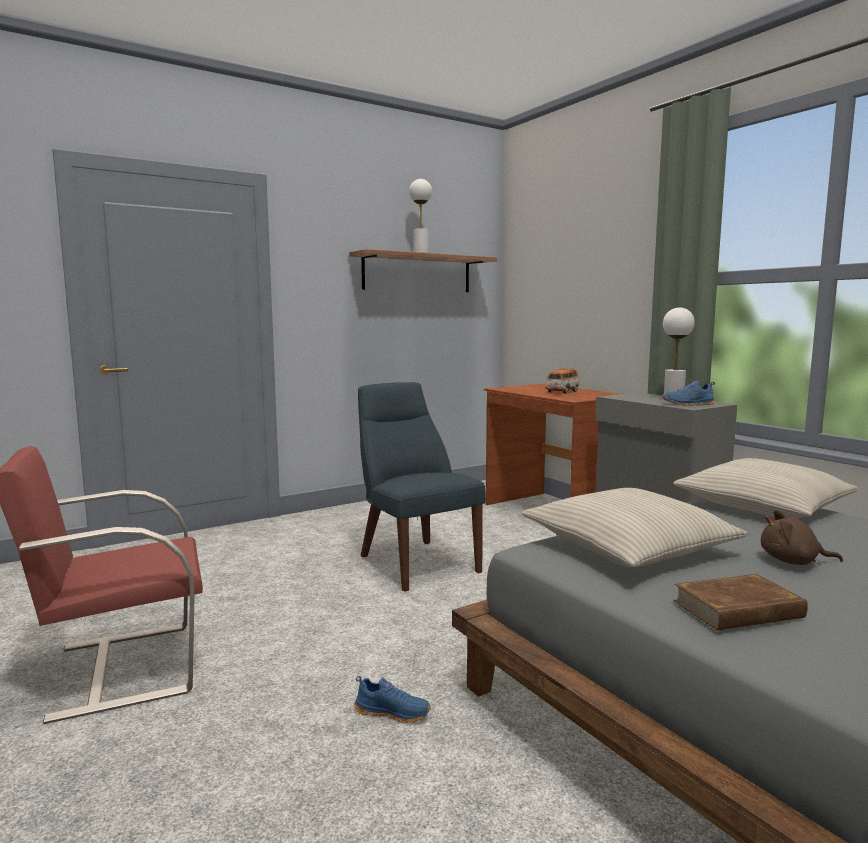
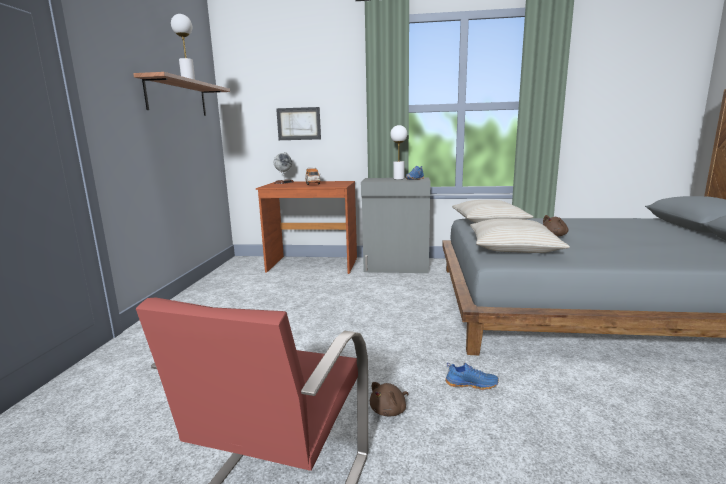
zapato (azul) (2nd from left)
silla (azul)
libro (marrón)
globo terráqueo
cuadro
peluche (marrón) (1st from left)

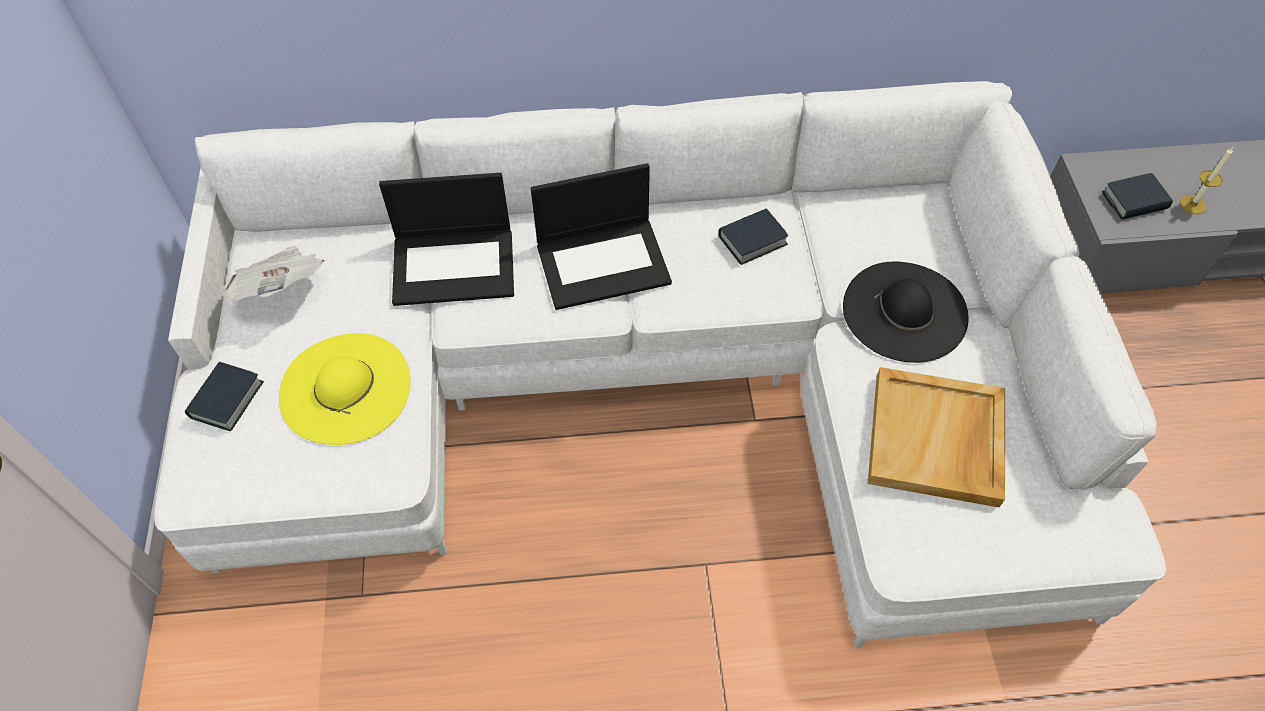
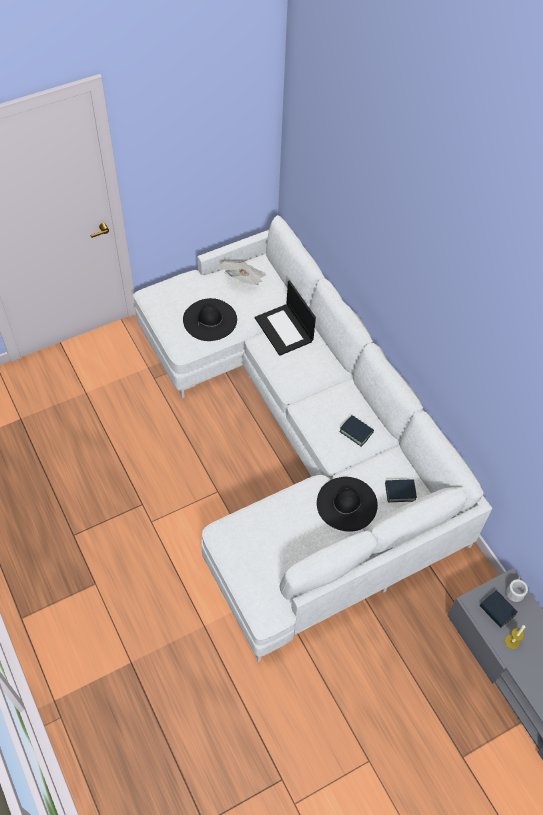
libro (2nd from left)
sombrero (negro) (1st from left)
portátil (2nd from left in the first image)
bandeja (beis)
taza grande (blanco)

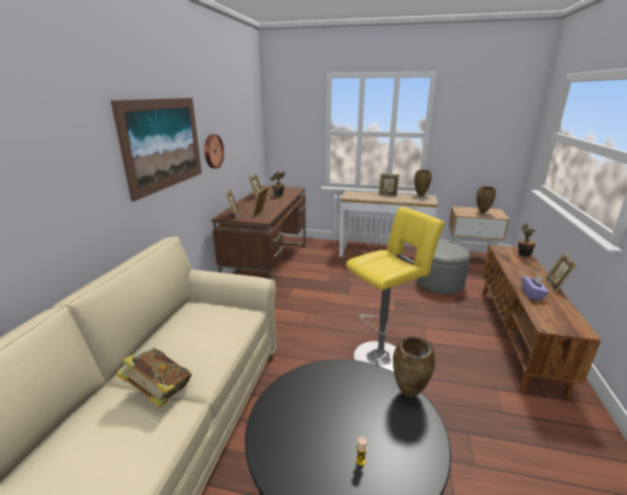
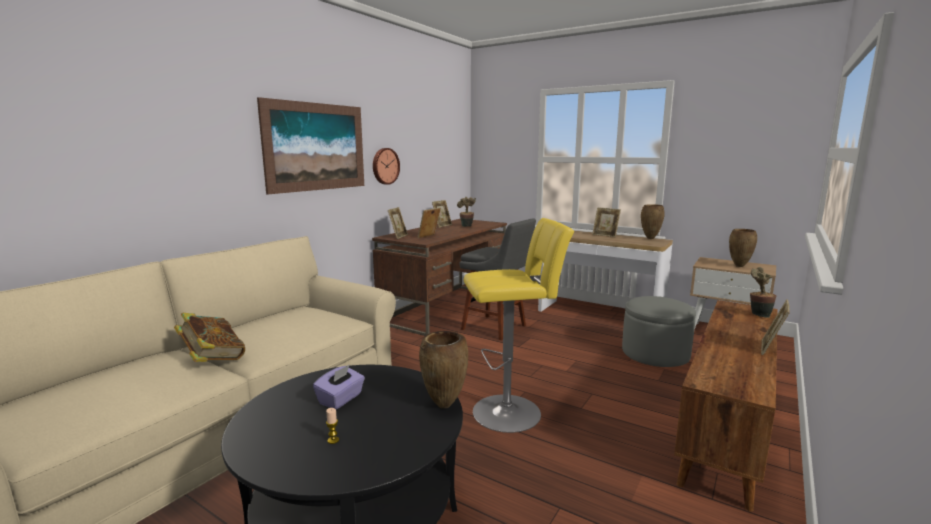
caja de pañuelos (morado)
taburete (gris)

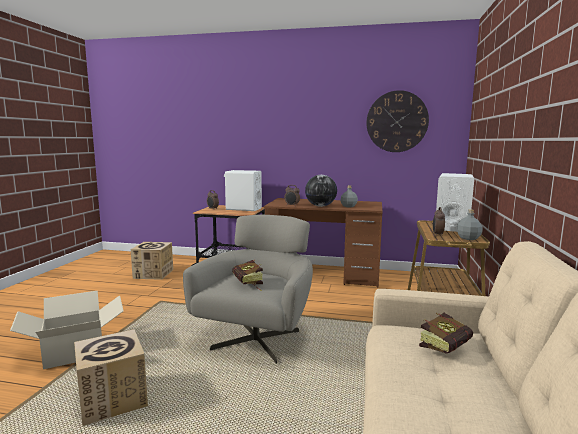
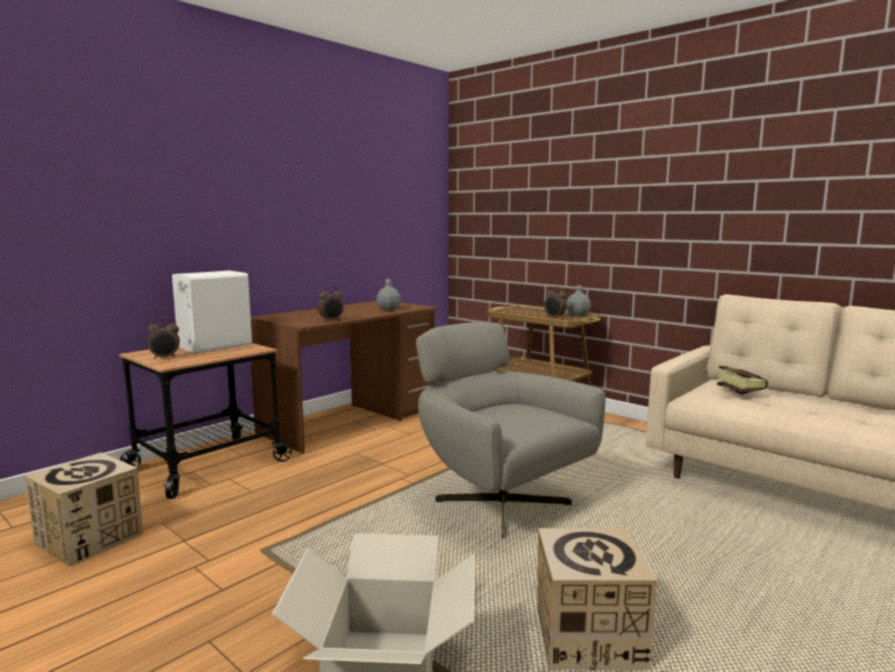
libro (1st from left in the first image)
globo terráqueo
reloj de pared
altavoz (blanco) (2nd from left in the first image)

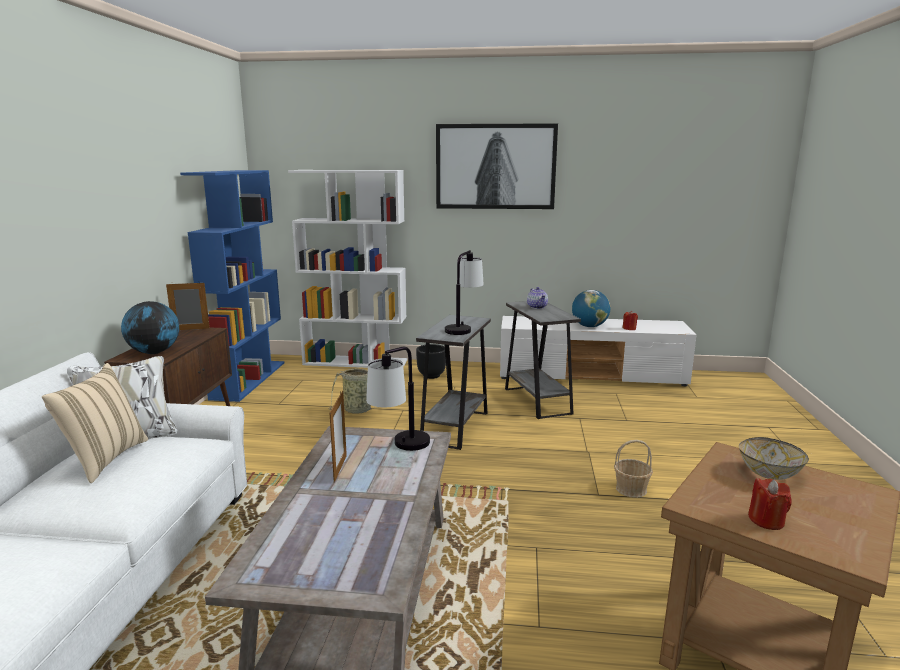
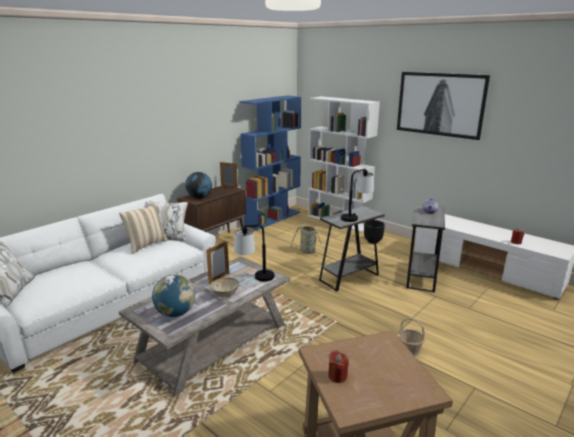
globo terráqueo (1st from left)
cuenco

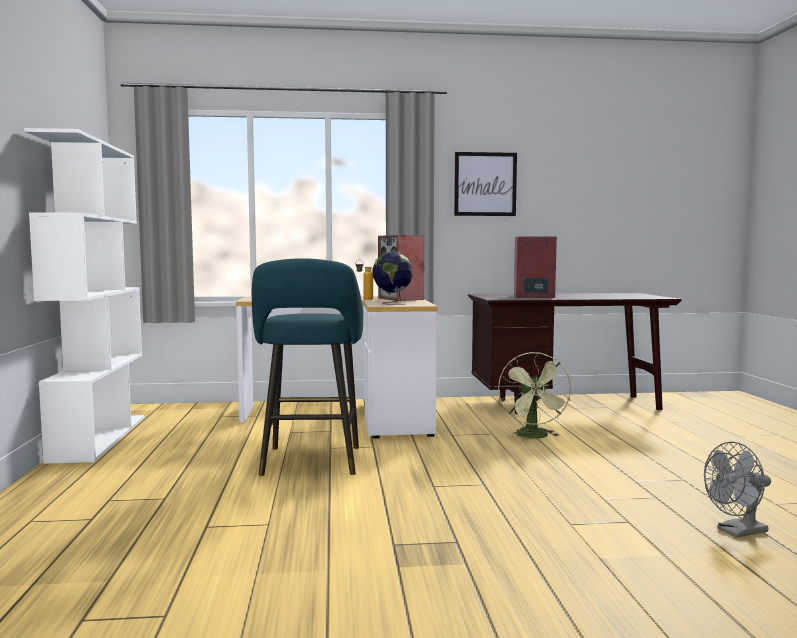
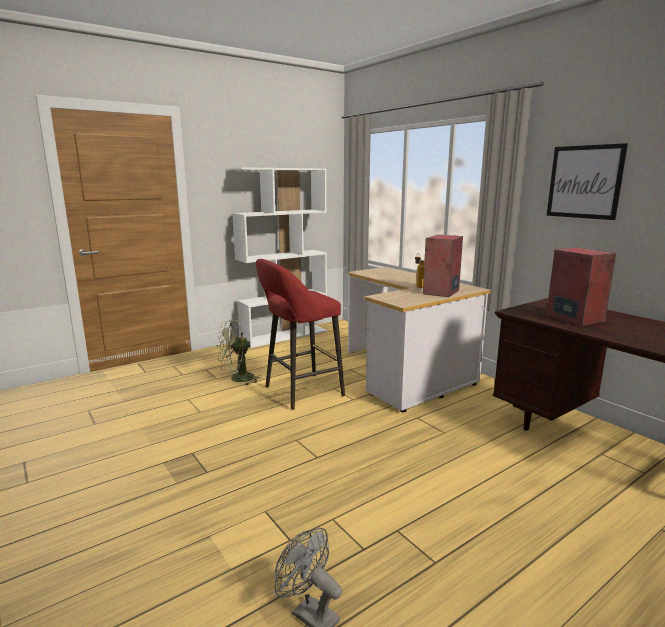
taburete (rojo)
globo terráqueo
ventilador (verde)

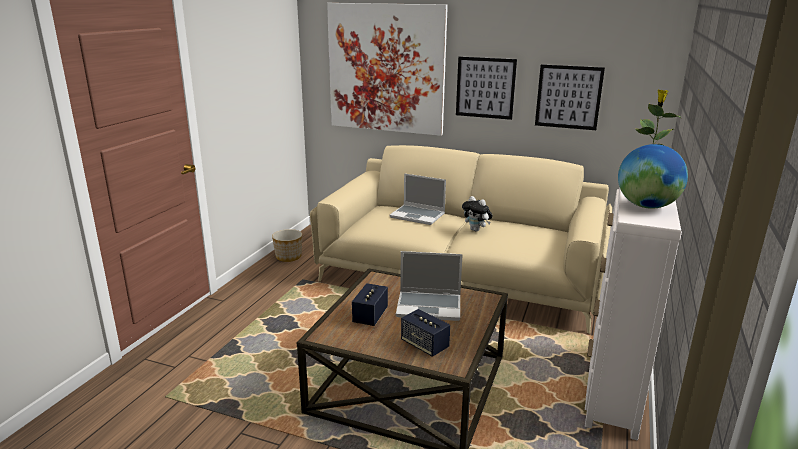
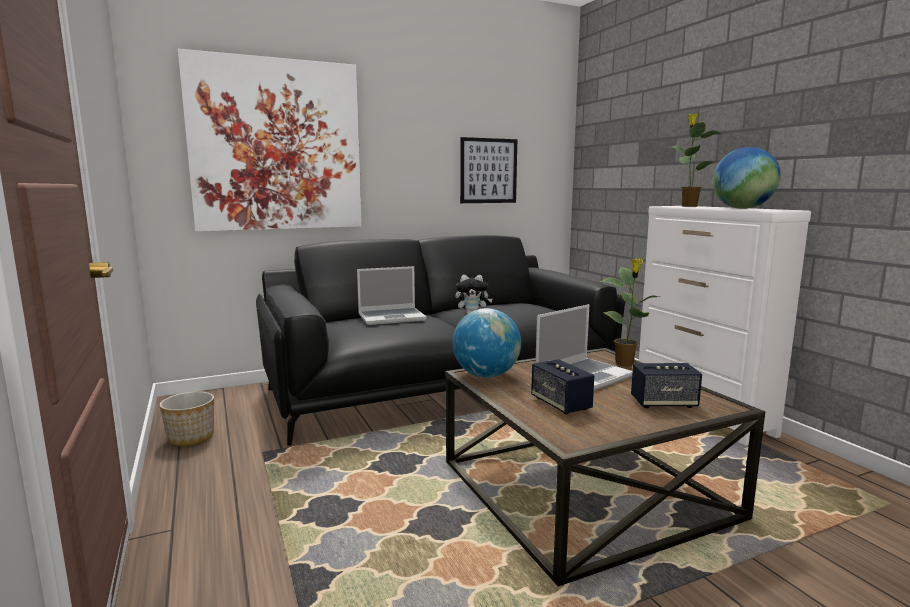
sofá (negro)
cuadro (2nd from left in the first image)
globo terráqueo (1st from left)
planta en maceta (1st from left)

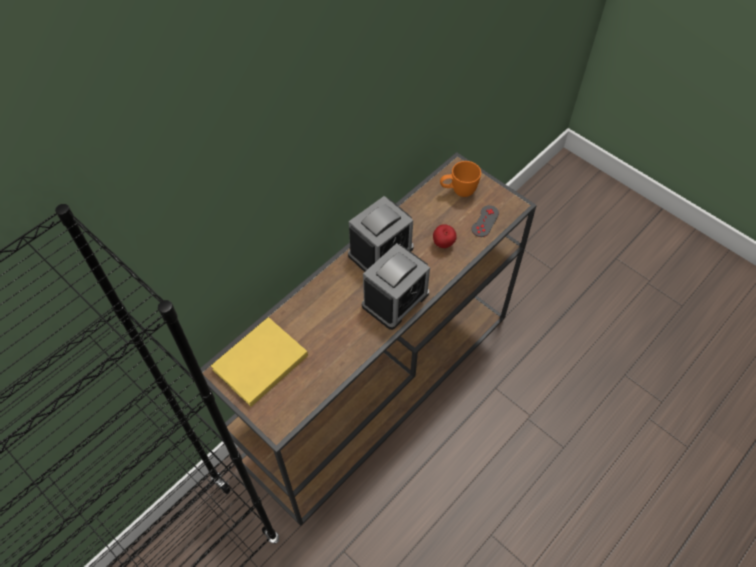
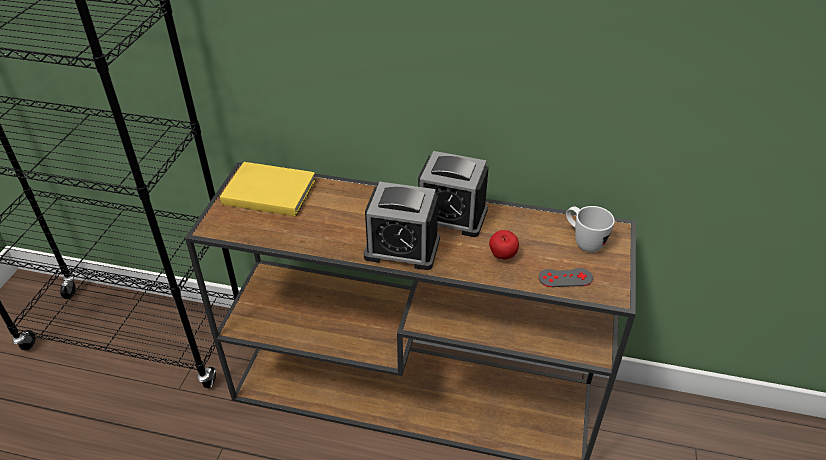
taza grande (blanco)

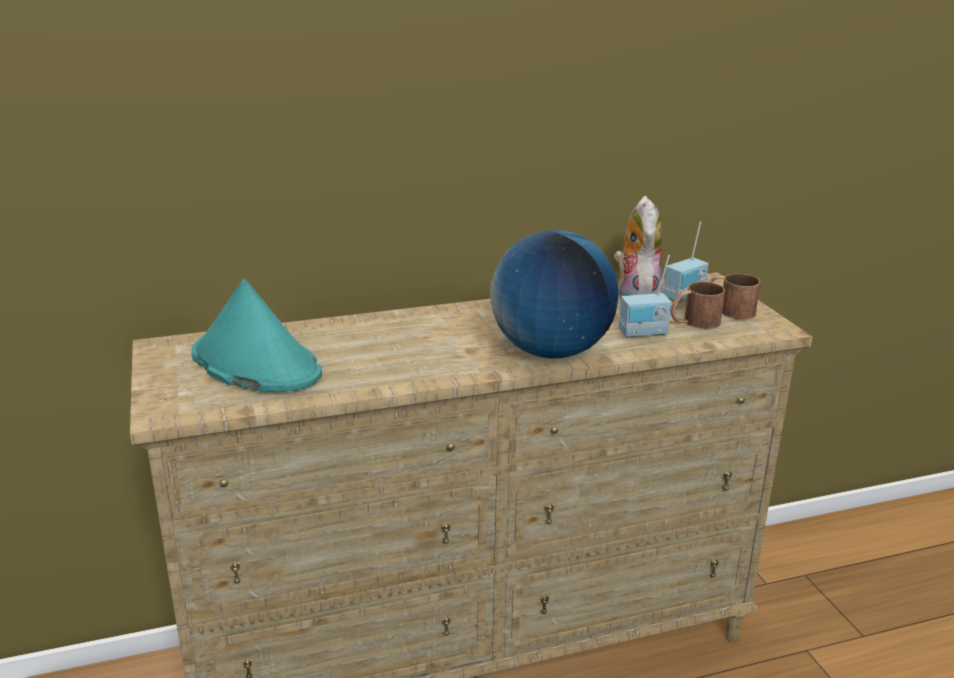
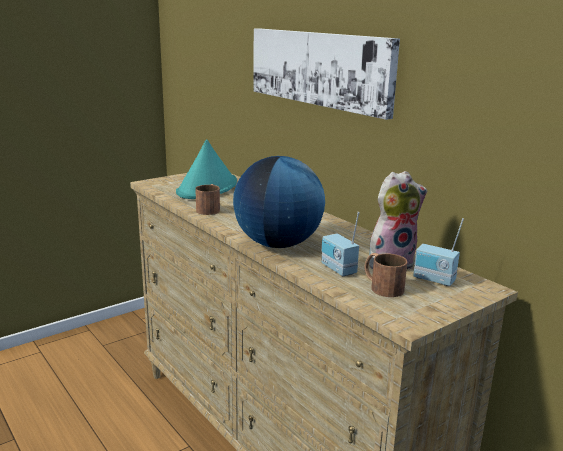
taza grande (marrón) (1st from left)
cuadro

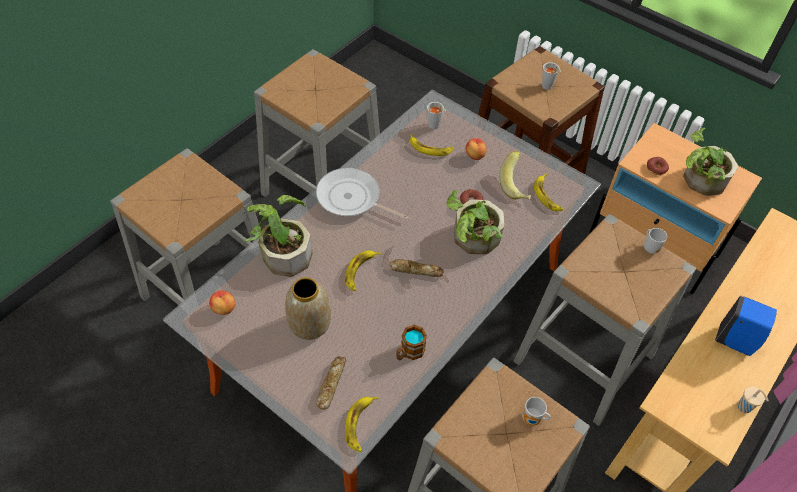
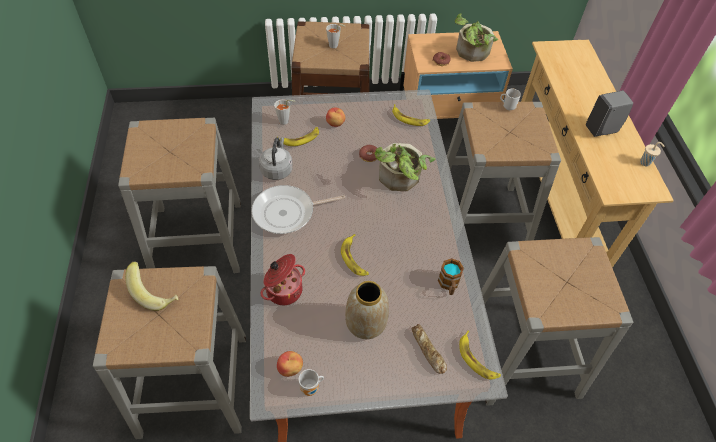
olla
pan (2nd from left in the first image)
plátano (1st from left)
taza grande (1st from left)
dispensador de jabón (gris)
hervidor (gris)

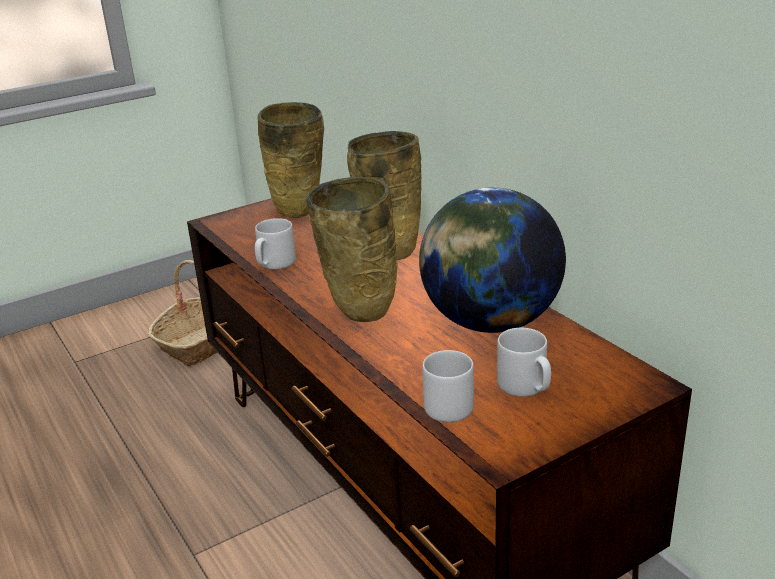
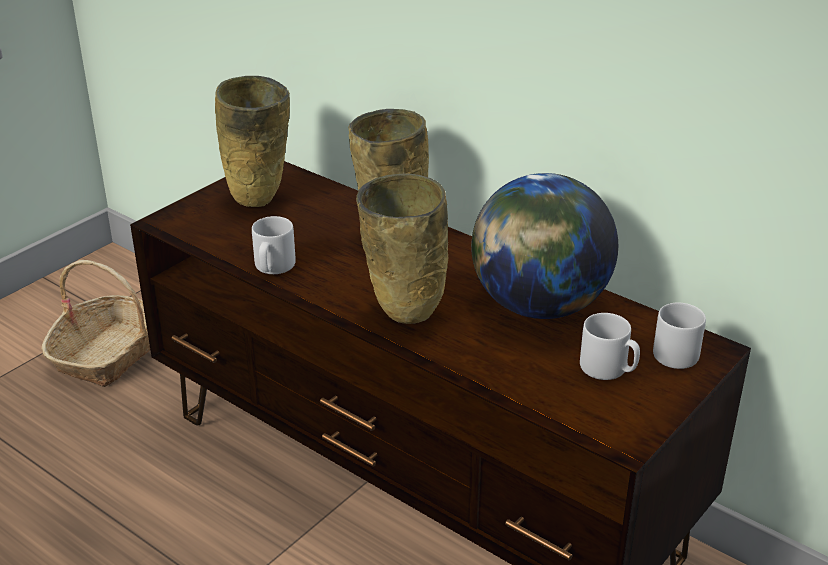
taza grande (gris) (3rd from left)

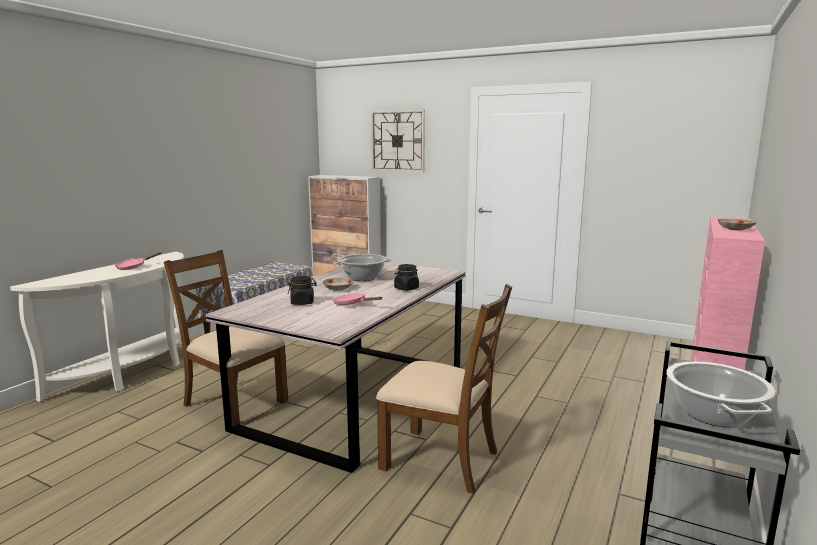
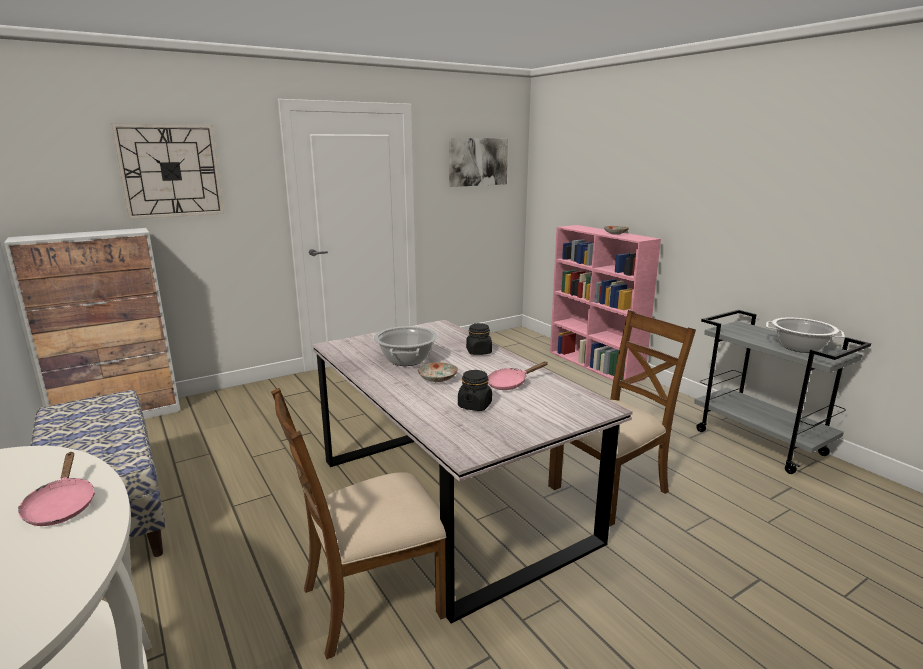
cuadro

